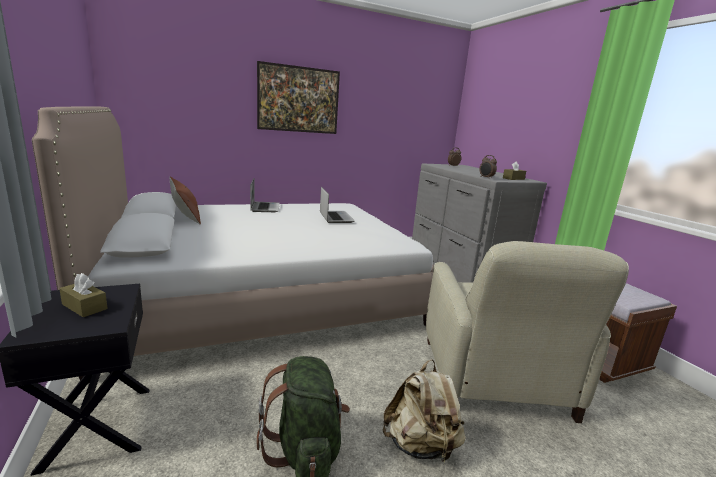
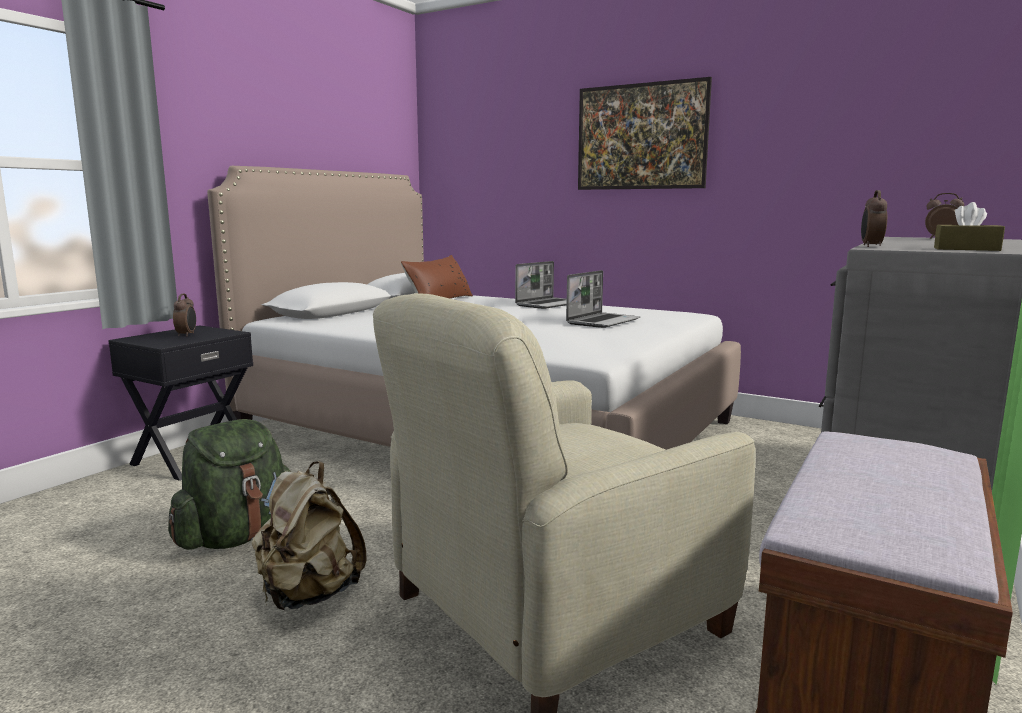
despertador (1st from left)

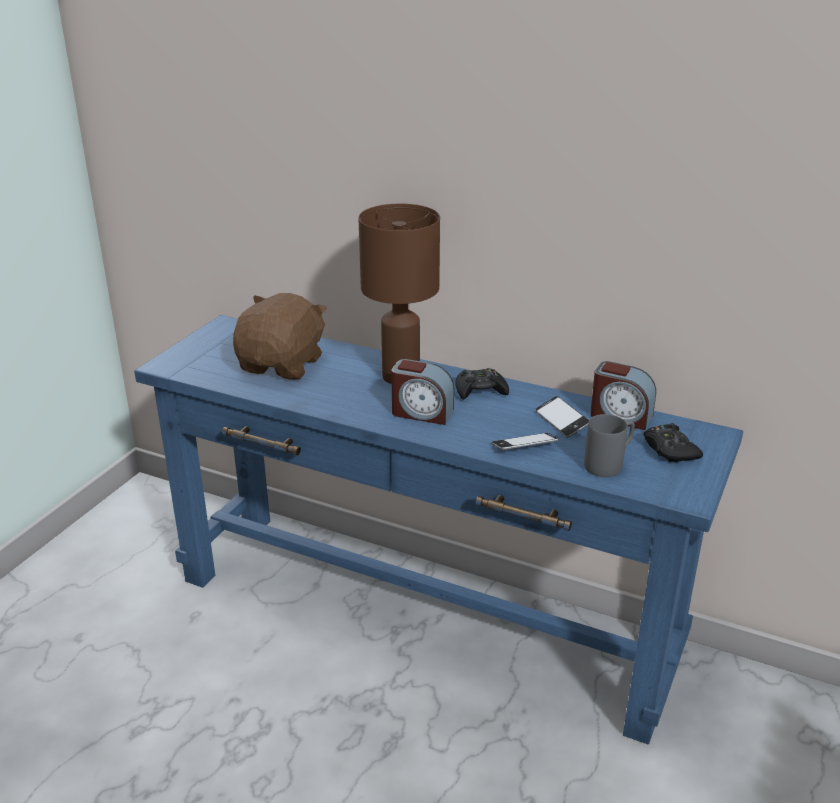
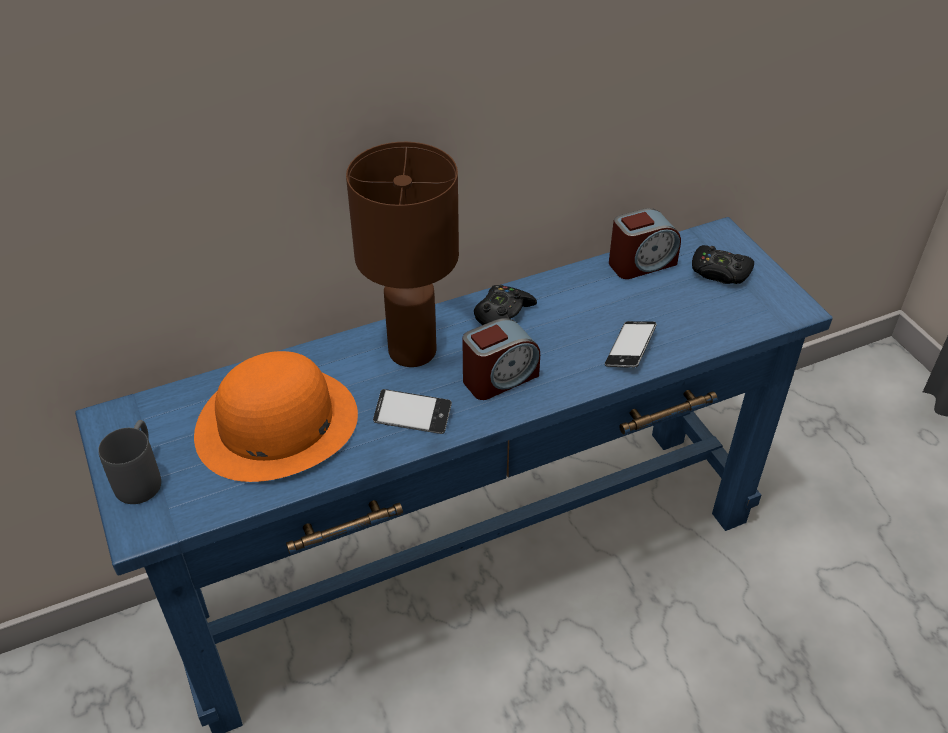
sombrero (naranja)
móvil (1st from left)
taza grande (gris)

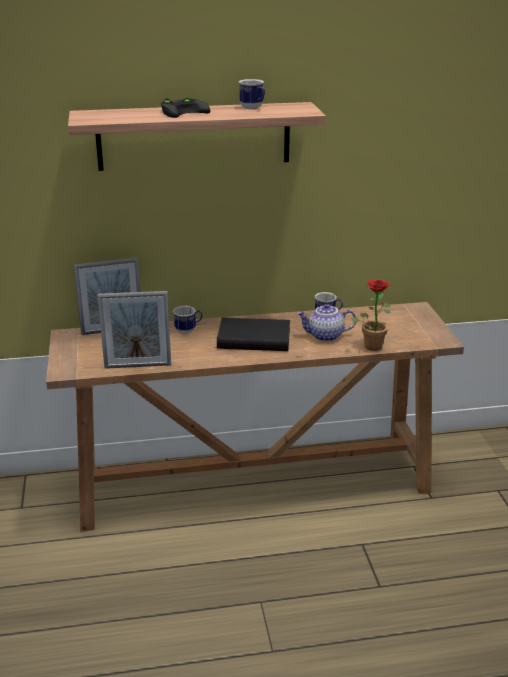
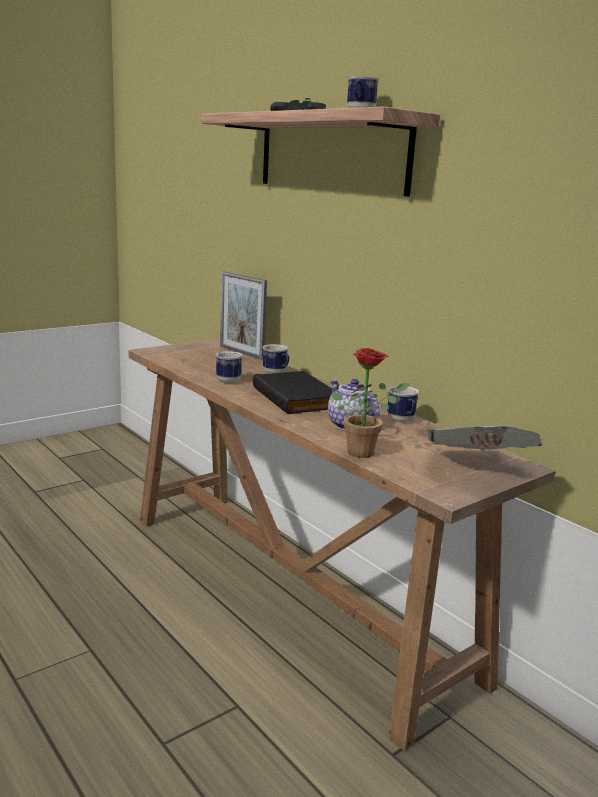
portarretratos (2nd from left in the first image)
taza grande (1st from left)
periódico

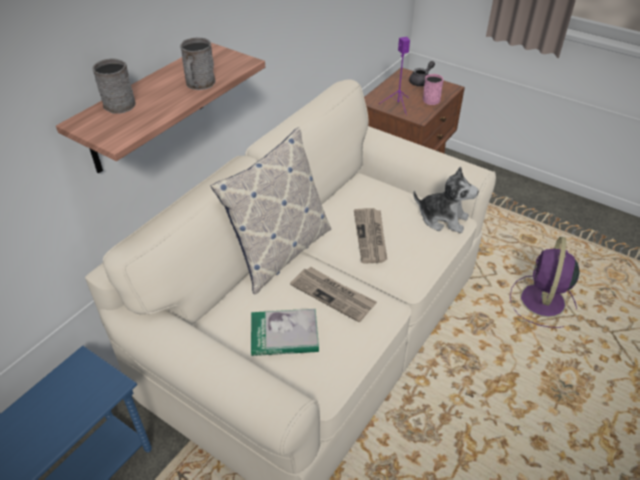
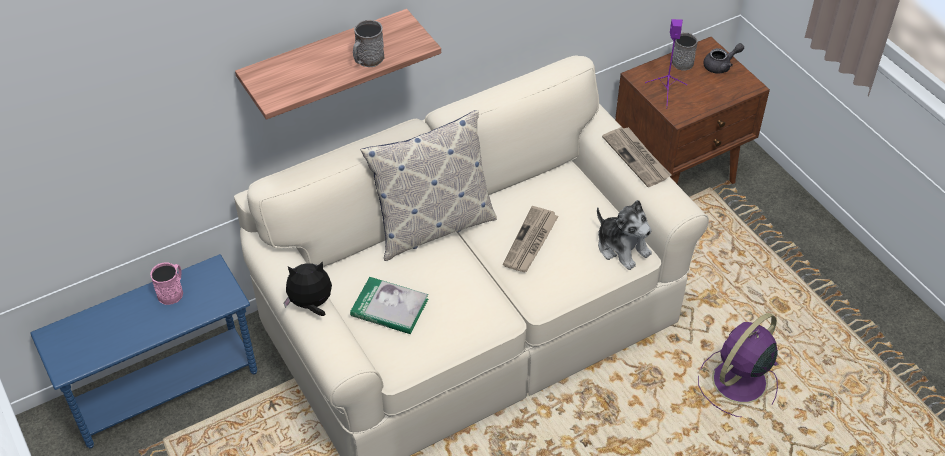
taza grande (gris) (2nd from left)
periódico (2nd from left)
taza grande (rosa)
peluche (1st from left)

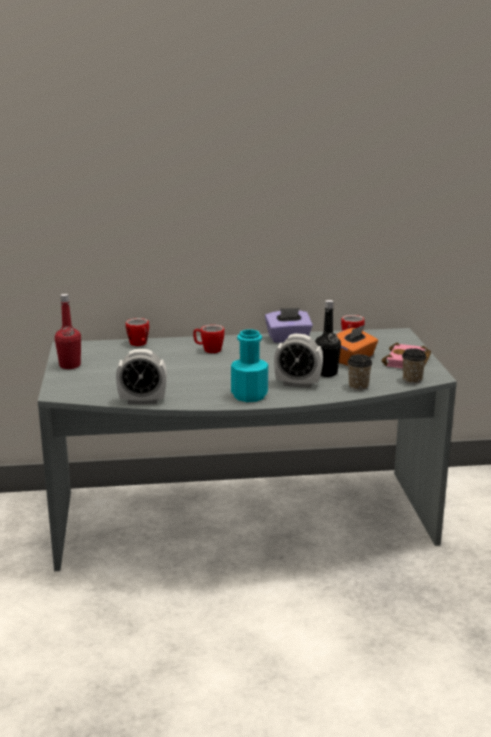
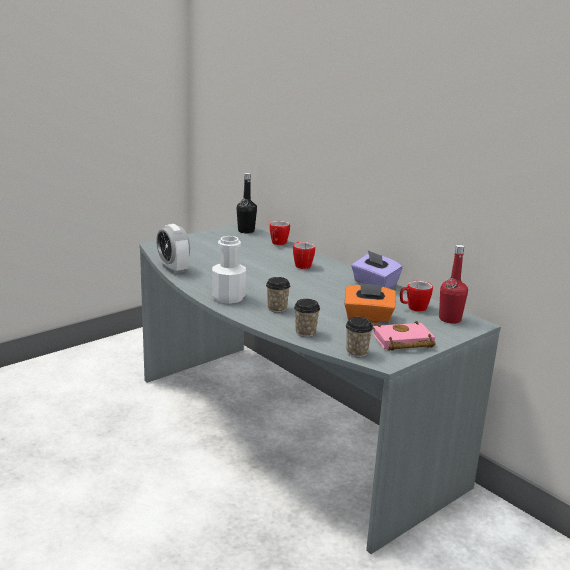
botella (rojo)
botella (blanco)
taza (1st from left)
botella (negro)

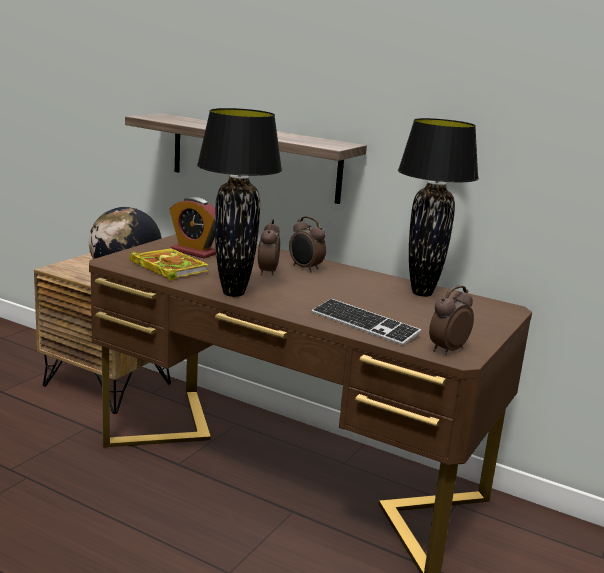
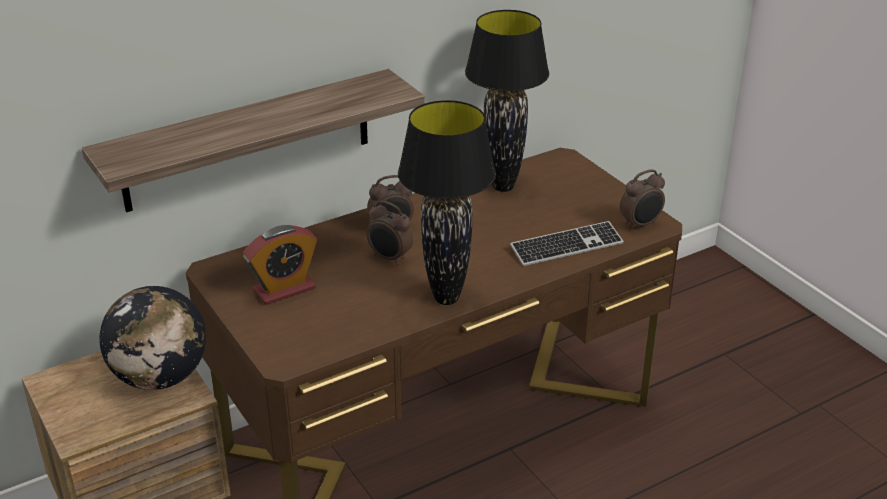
libro
despertador (4th from left)

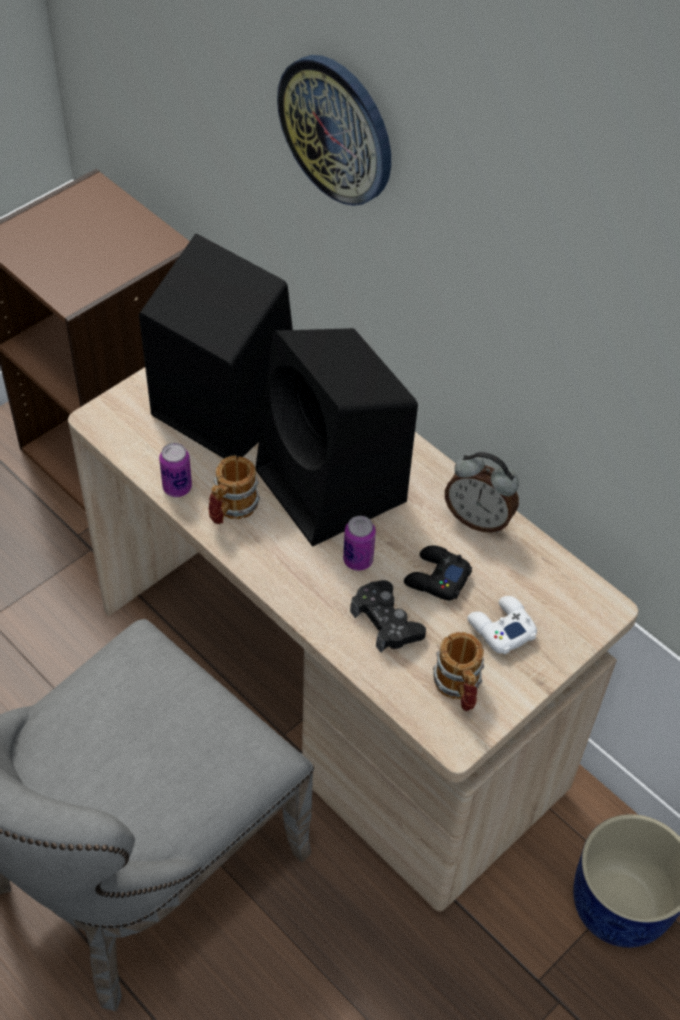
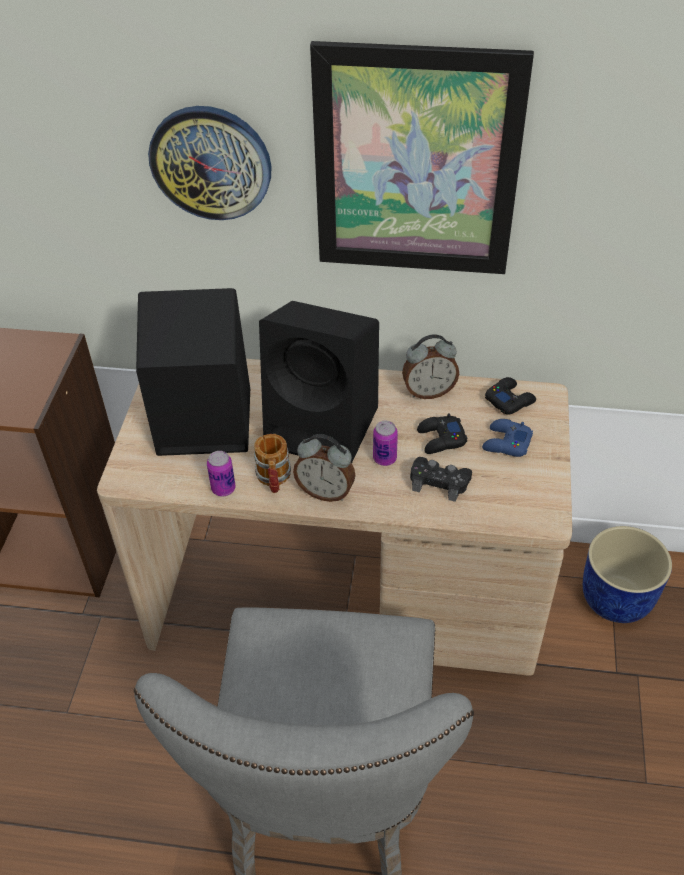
taza grande (2nd from left in the first image)
mando de consola (azul)
despertador (1st from left)
cuadro
mando de consola (negro) (3rd from left)

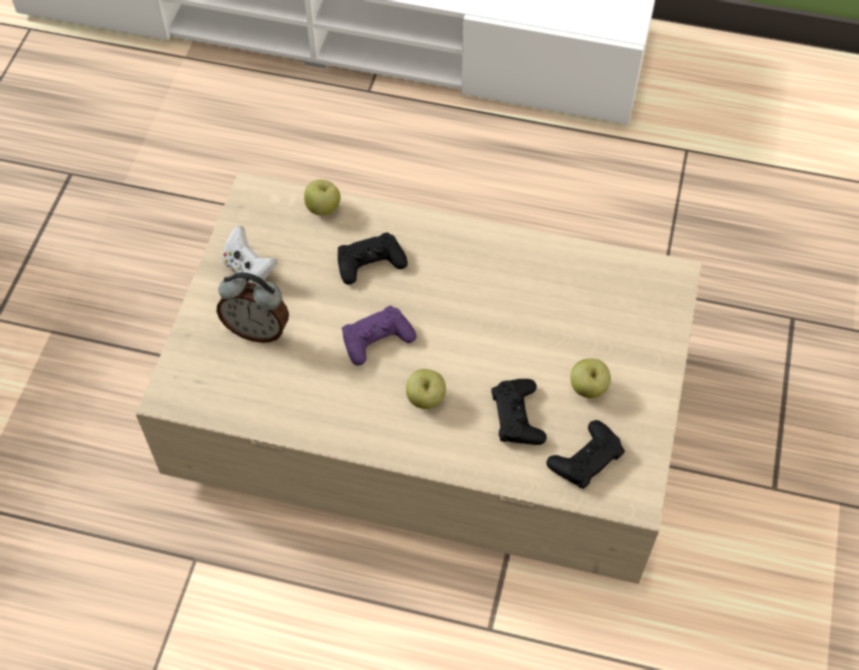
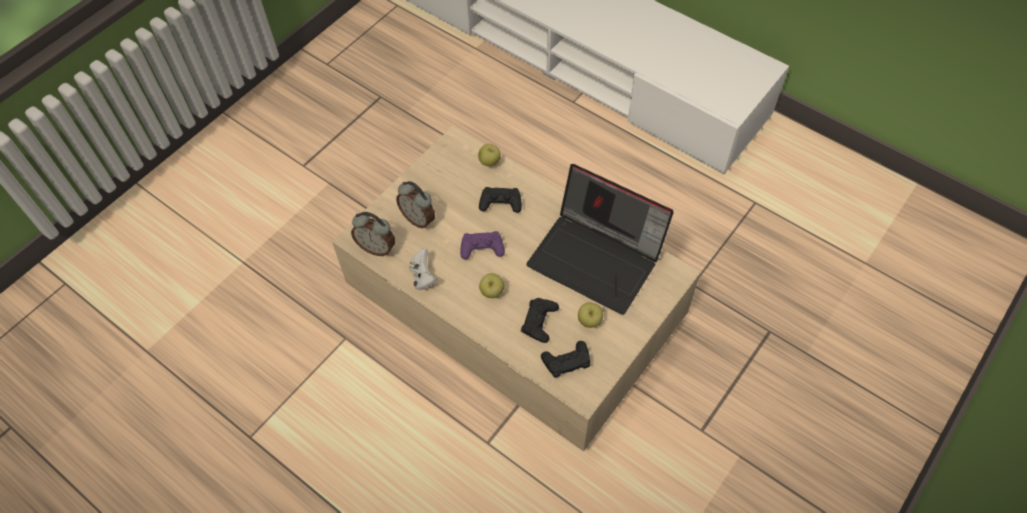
mando de consola (blanco)
despertador (1st from left)
portátil

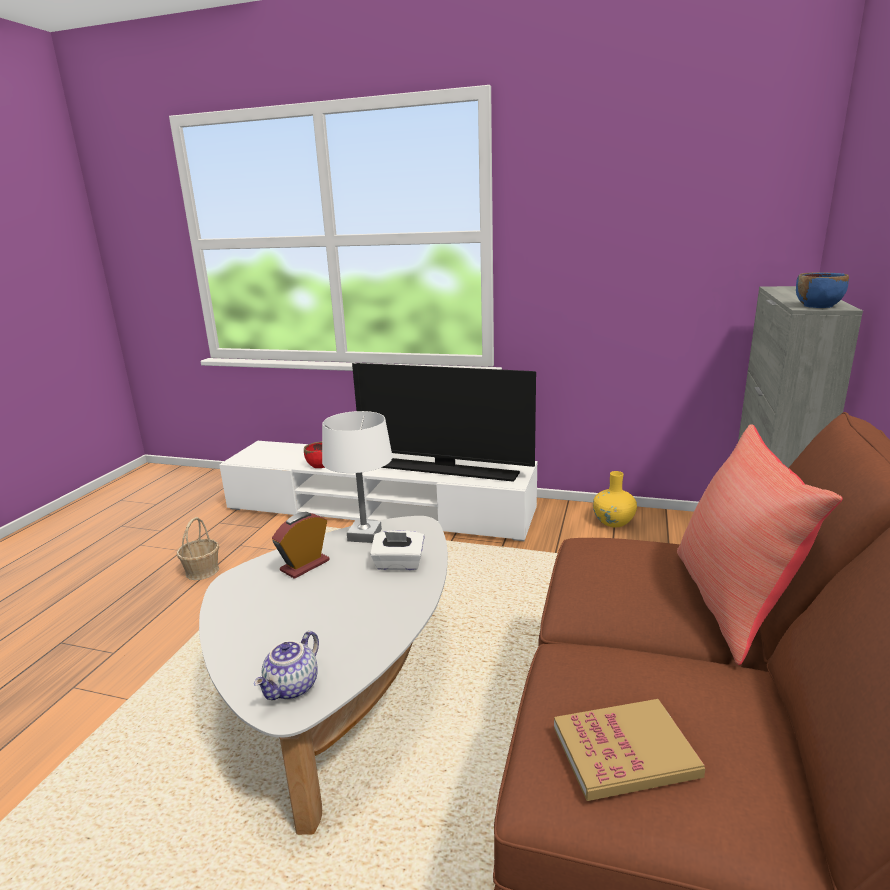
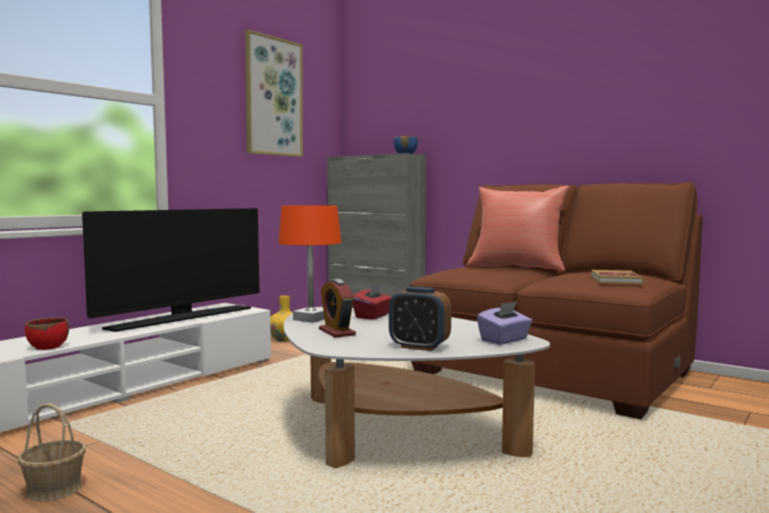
caja de pañuelos (morado)
lámpara de mesa (naranja)
caja de pañuelos (rojo)
cuadro
despertador (2nd from left)

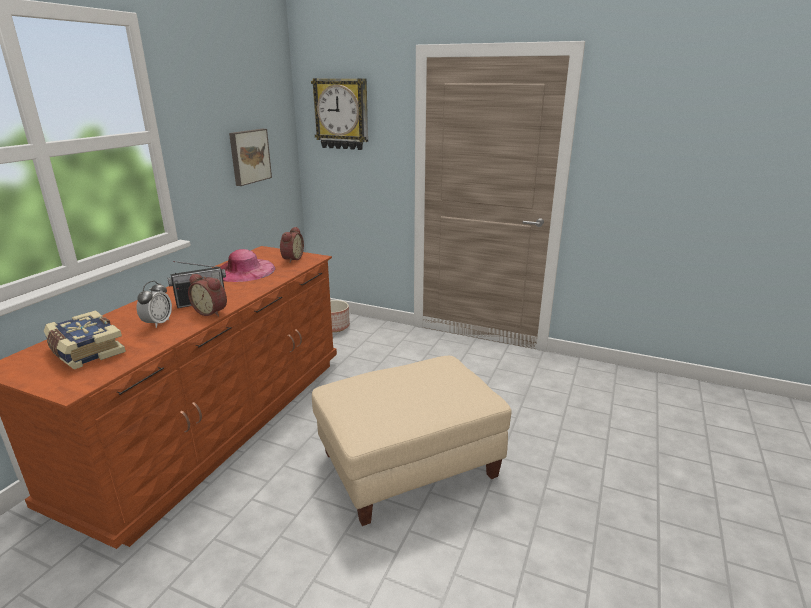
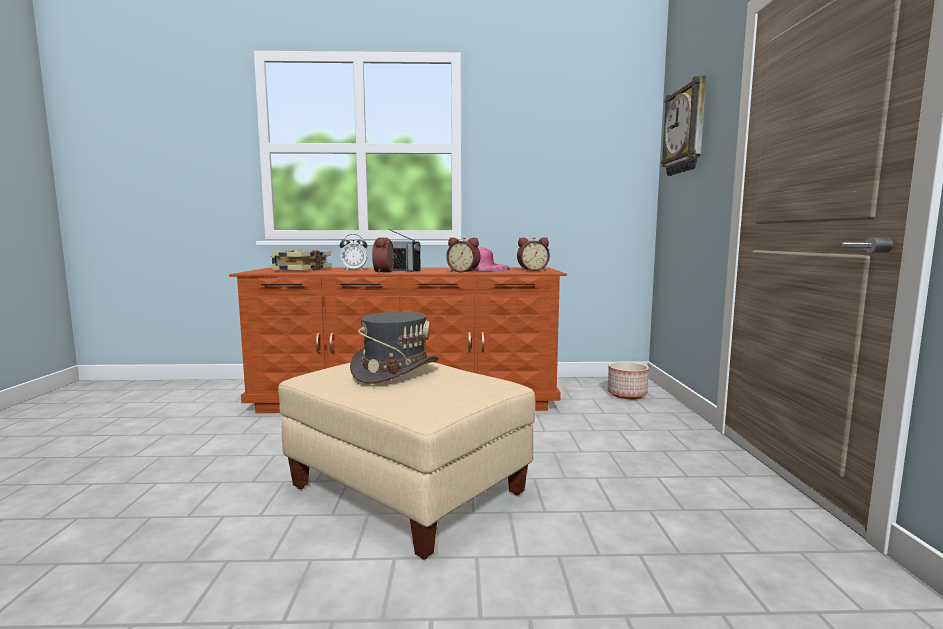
cuadro
sombrero (gris)
despertador (3rd from left)

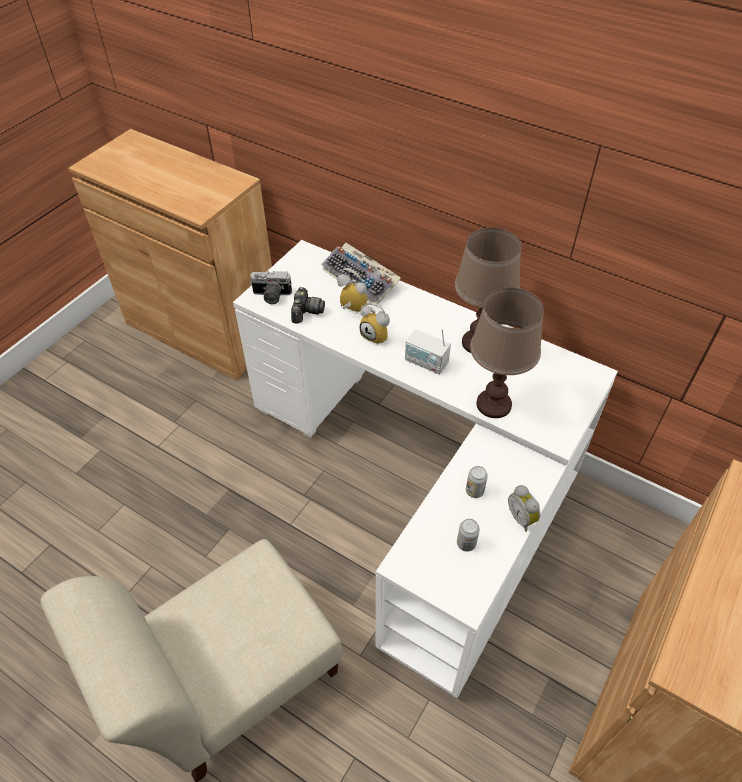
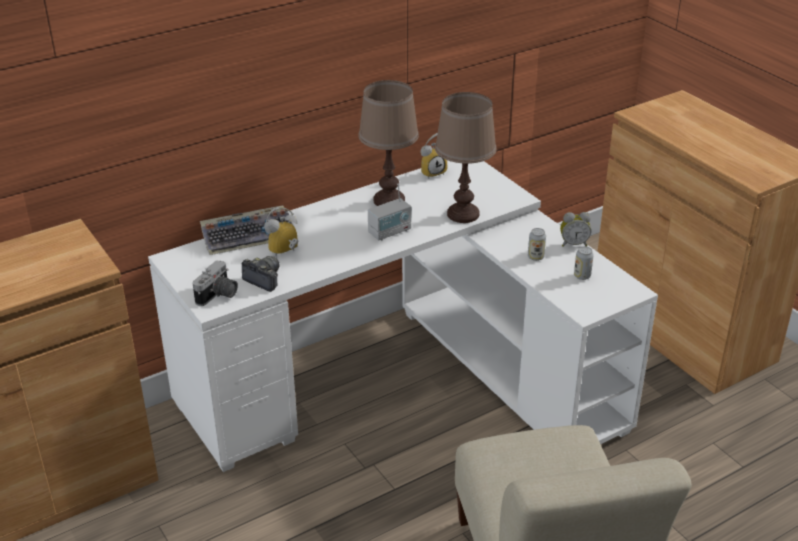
despertador (2nd from left)

